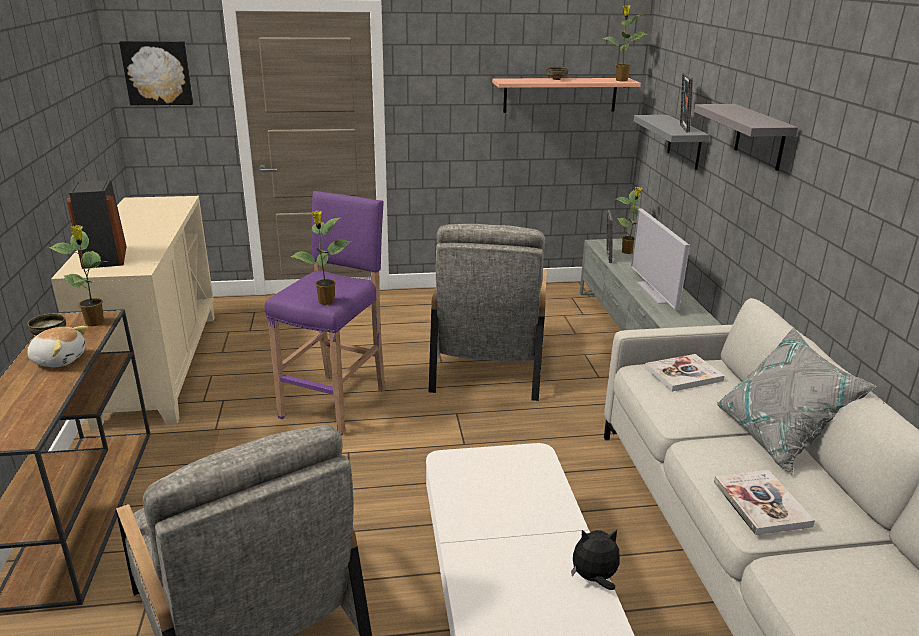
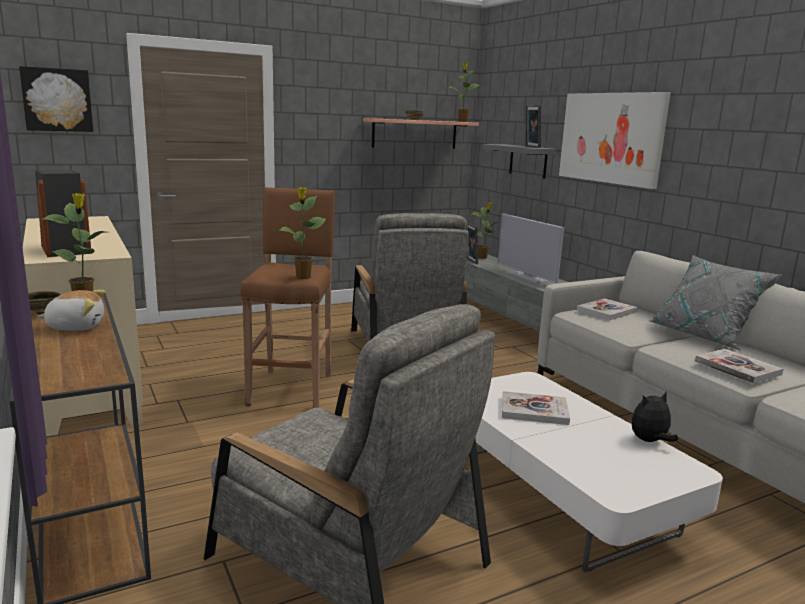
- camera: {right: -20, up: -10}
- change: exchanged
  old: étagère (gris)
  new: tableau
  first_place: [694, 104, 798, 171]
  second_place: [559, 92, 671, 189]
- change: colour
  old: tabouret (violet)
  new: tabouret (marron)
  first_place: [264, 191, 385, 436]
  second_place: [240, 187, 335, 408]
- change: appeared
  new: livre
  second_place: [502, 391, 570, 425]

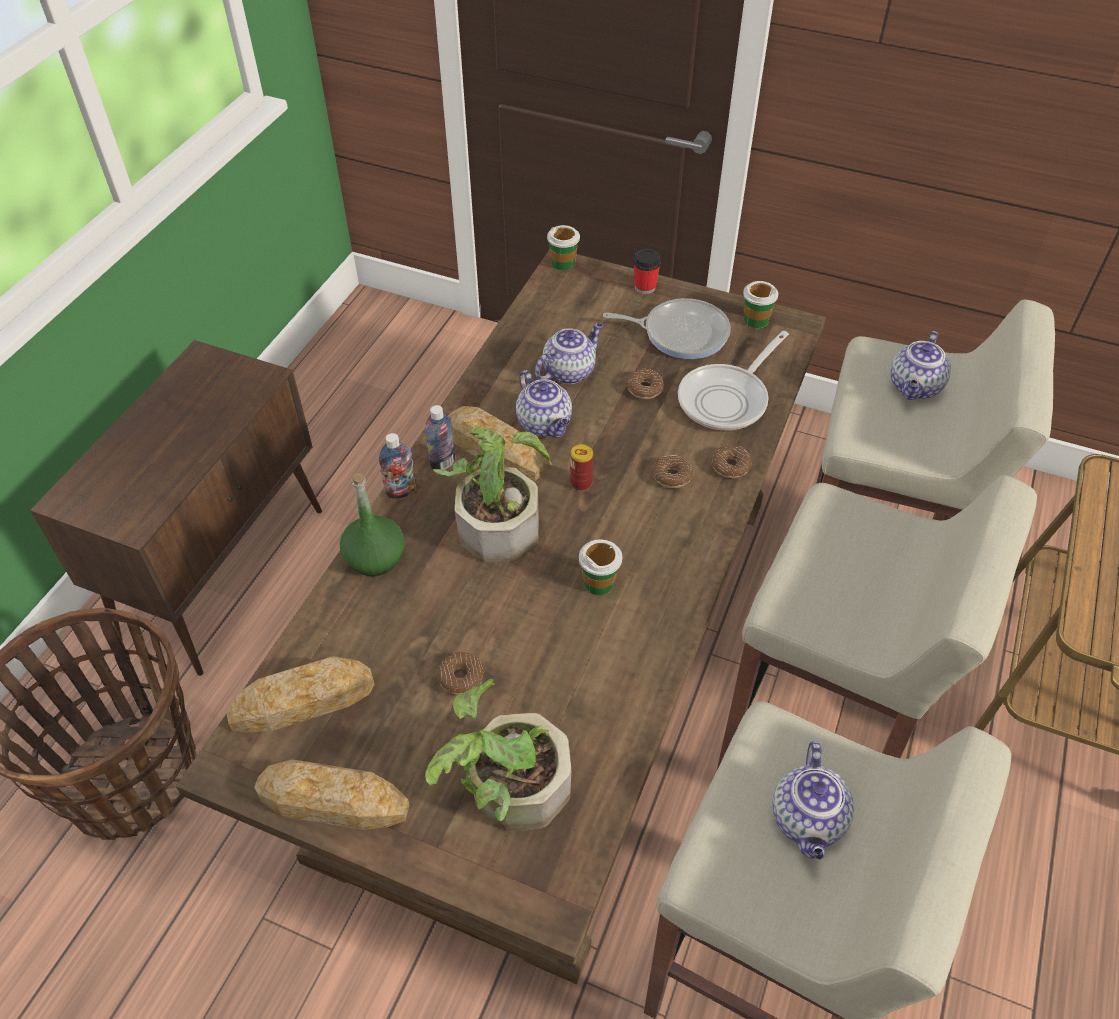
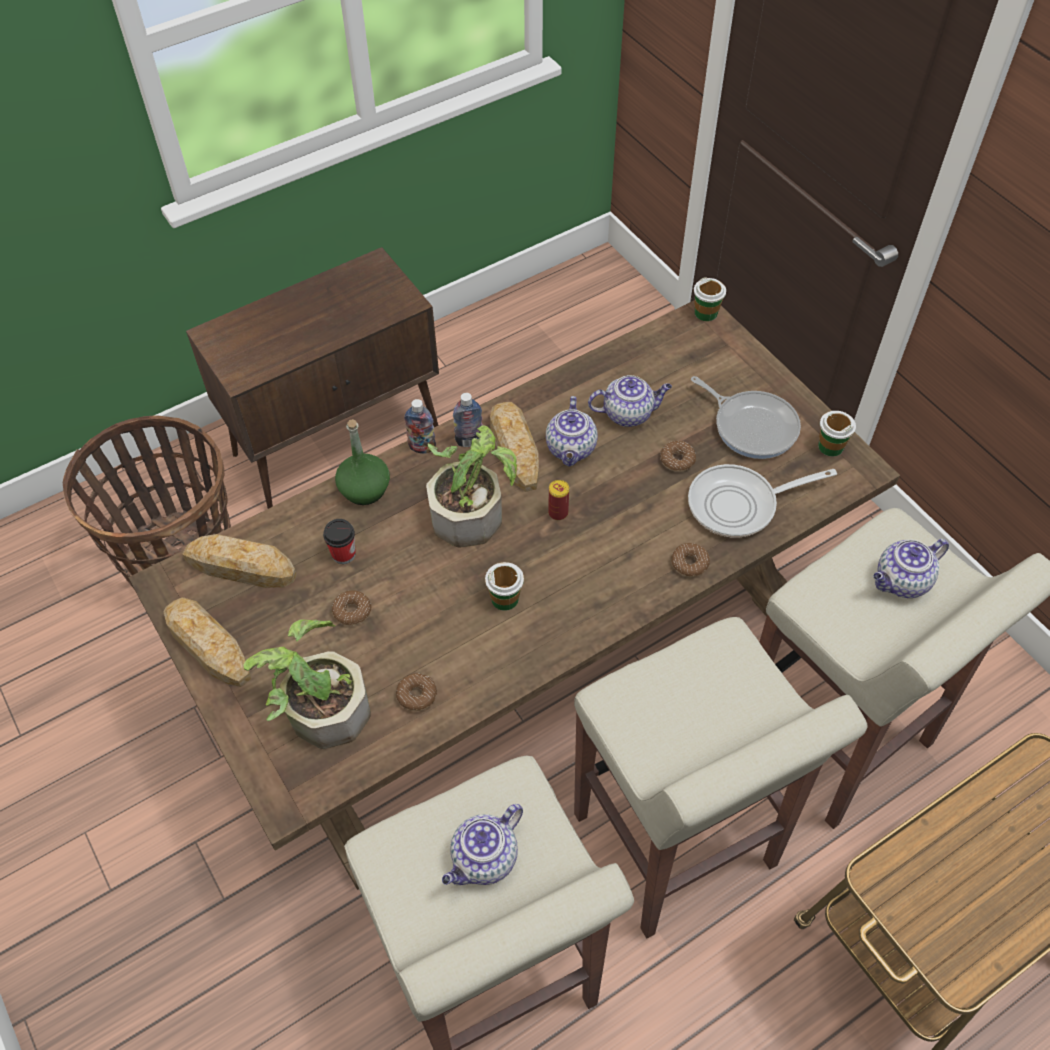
- camera: {right: 35, up: 5}
- change: relocated
  old: tasse
  first_place: [633, 248, 661, 294]
  second_place: [323, 519, 356, 564]
- change: relocated
  old: beignet
  first_place: [652, 455, 693, 488]
  second_place: [396, 673, 437, 711]

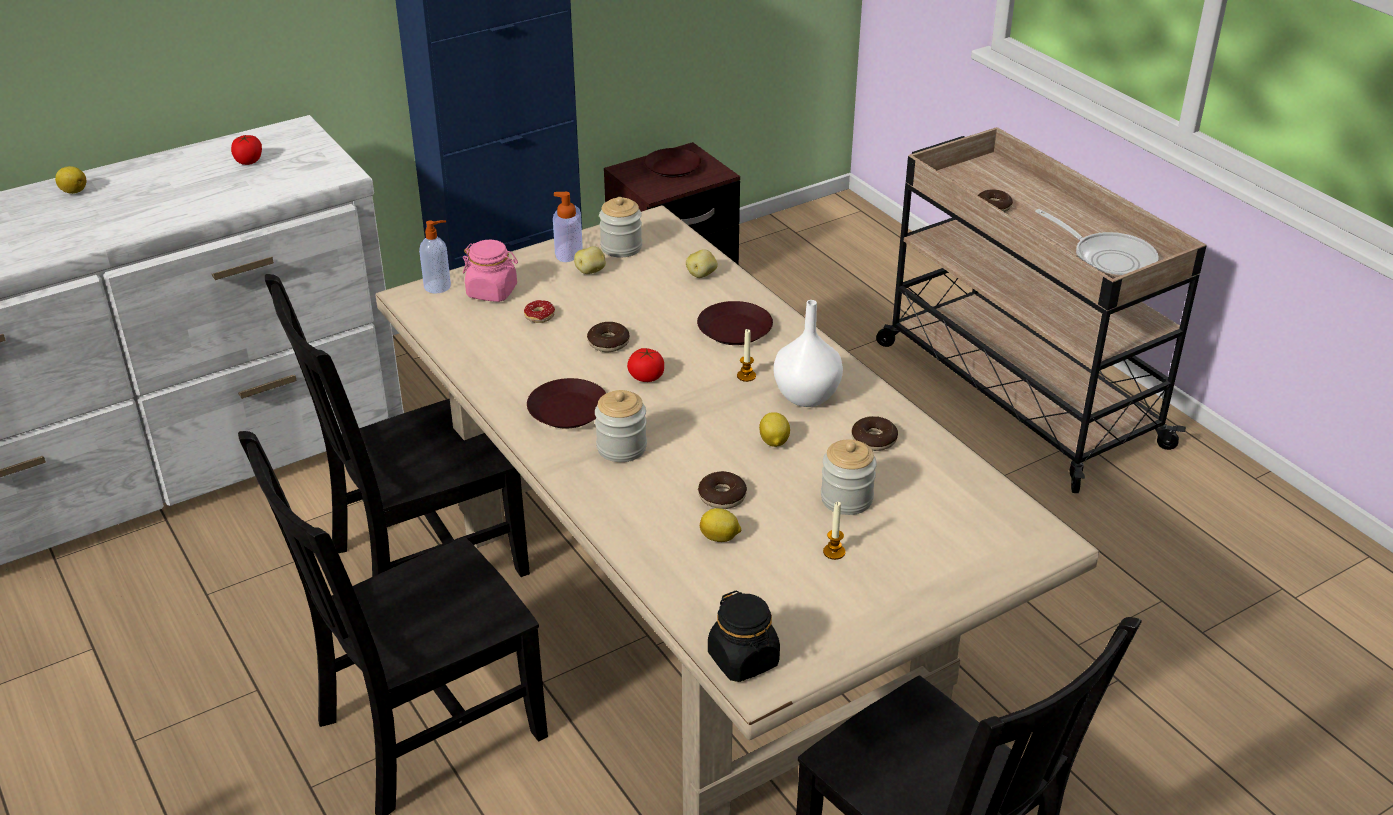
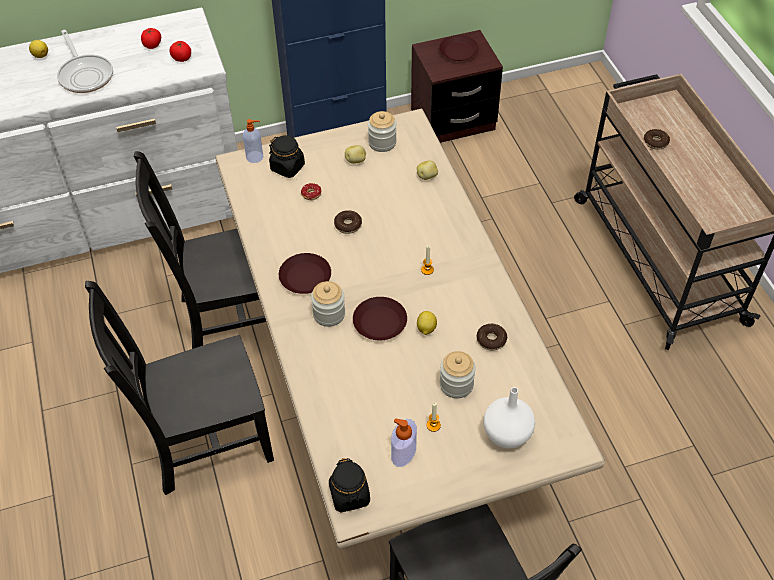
- camera: {right: 15, up: 15}
- change: relocated
  old: distributeur de savon
  first_place: [553, 192, 583, 262]
  second_place: [391, 418, 417, 467]
- change: relocated
  old: poêle
  first_place: [1035, 209, 1159, 279]
  second_place: [57, 30, 113, 93]
- change: colour
  old: bocal (rose)
  new: bocal (noir)
  first_place: [463, 240, 518, 302]
  second_place: [269, 135, 305, 178]
- change: relocated
  old: vase (blanc)
  first_place: [774, 300, 843, 407]
  second_place: [483, 387, 535, 449]
- change: relocated
  old: assiette (marron)
  first_place: [697, 301, 773, 345]
  second_place: [353, 297, 407, 340]
- change: relocated
  old: tomate
  first_place: [627, 348, 664, 382]
  second_place: [169, 41, 191, 62]
- change: missing
  old: beignet
  first_place: [698, 471, 747, 509]
- change: missing
  old: citron
  first_place: [700, 508, 741, 542]

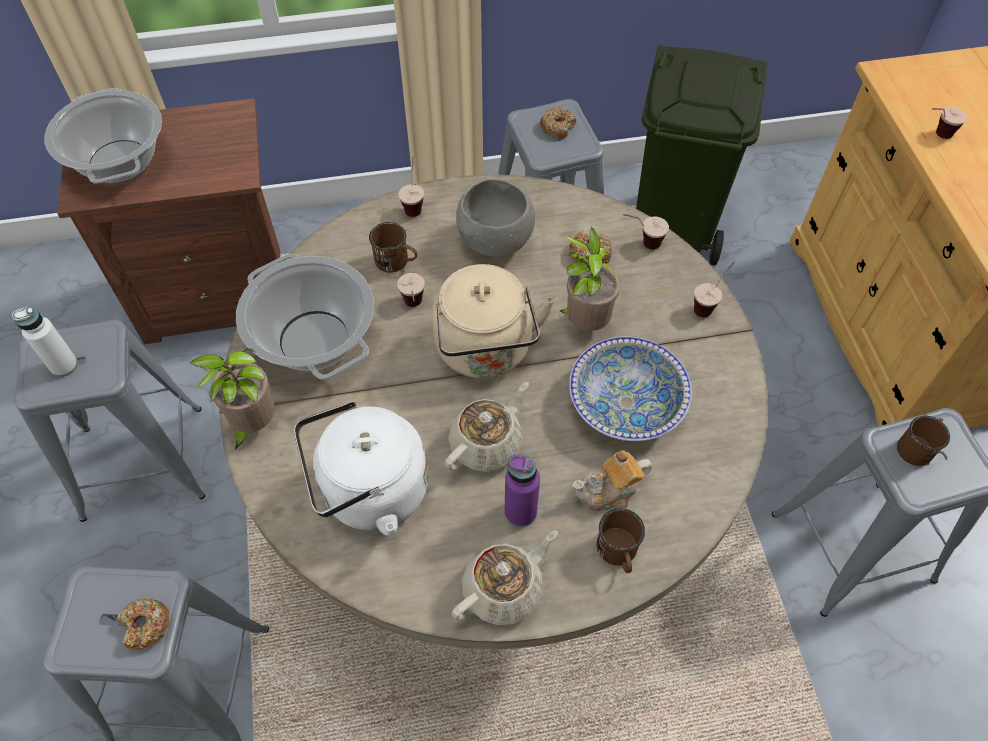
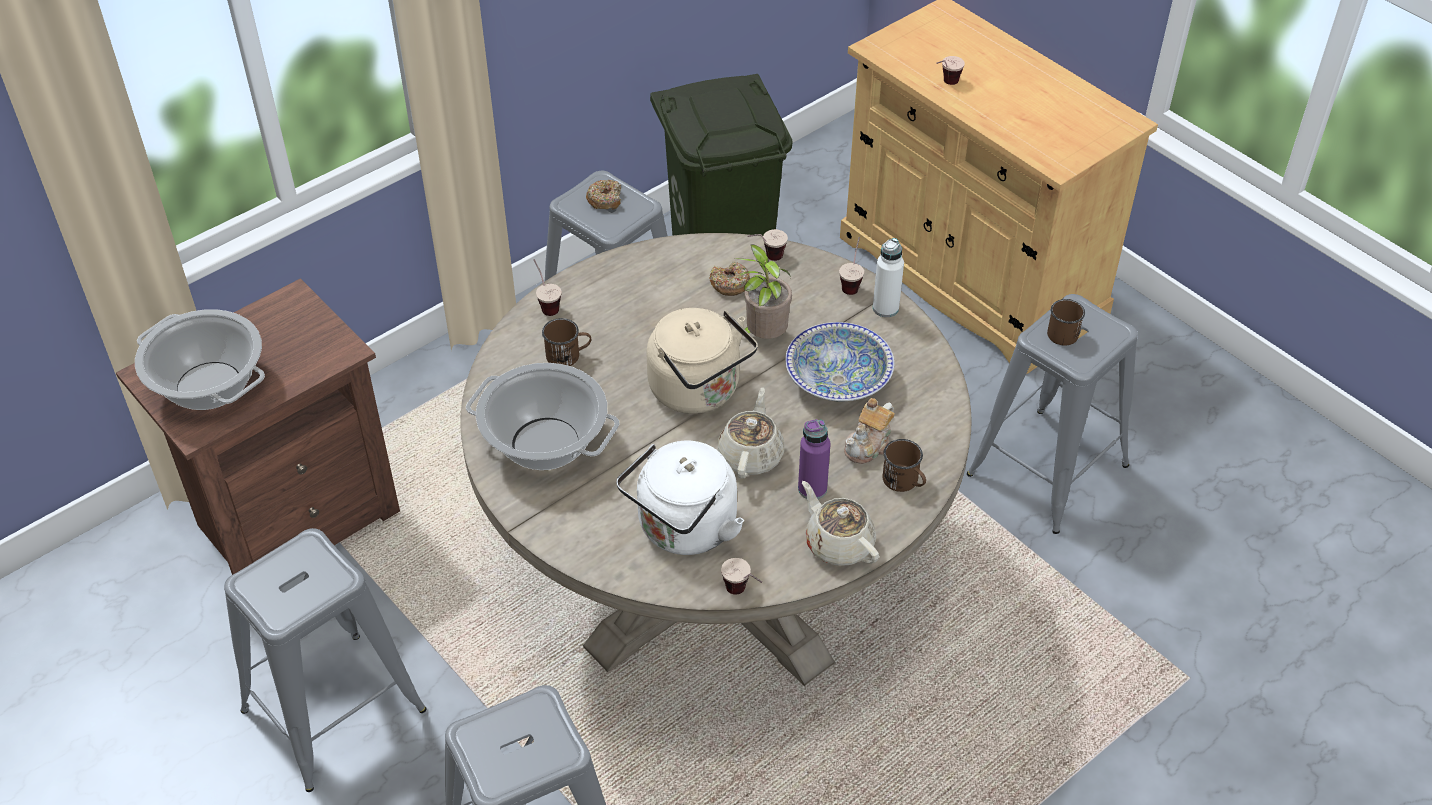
- camera: {right: -30, up: -10}
- change: missing
  old: bol (gris)
  first_place: [456, 179, 535, 257]
- change: relocated
  old: tasse
  first_place: [397, 273, 425, 307]
  second_place: [721, 558, 762, 595]
- change: relocated
  old: bouteille (blanc)
  first_place: [12, 307, 78, 377]
  second_place: [873, 238, 904, 317]
- change: missing
  old: plante en pot
  first_place: [190, 348, 275, 449]
- change: spun
  old: théière (beige)
  first_place: [452, 531, 558, 625]
  second_place: [802, 481, 879, 566]
  degrees: -60
- change: missing
  old: beignet
  first_place: [117, 598, 169, 649]

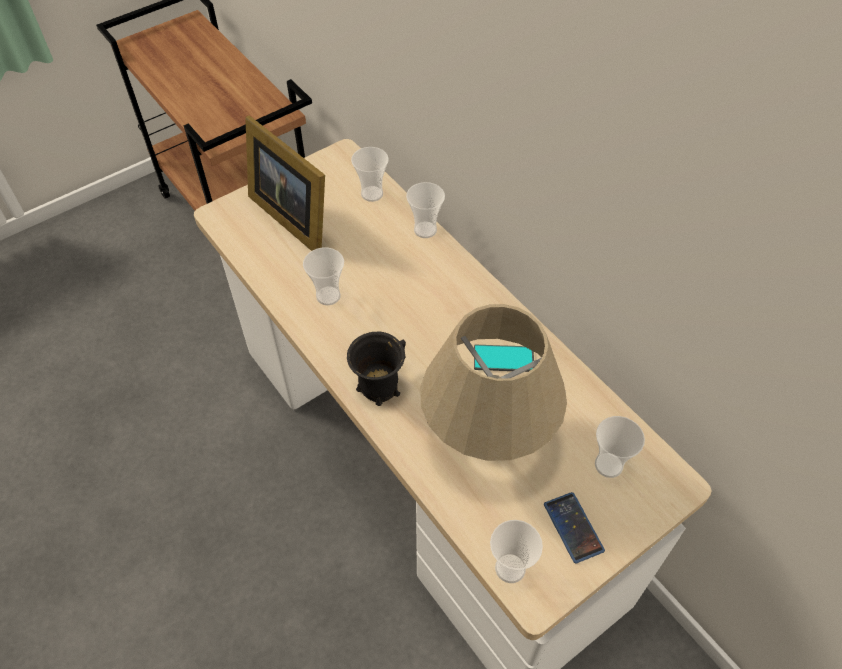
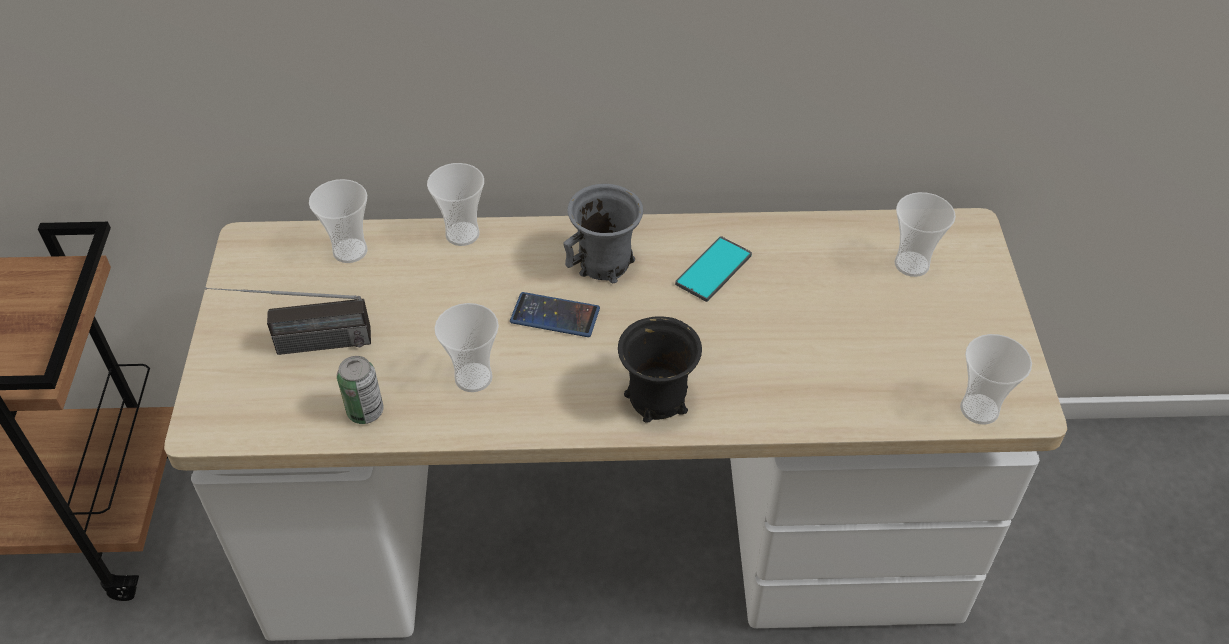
- camera: {right: -55, up: -5}
- change: exchanged
  old: cadre photo
  new: radio
  first_place: [245, 115, 325, 251]
  second_place: [205, 287, 371, 355]
- change: missing
  old: lampe de table (beige)
  first_place: [420, 304, 567, 461]
- change: relocated
  old: téléphone
  first_place: [544, 492, 605, 563]
  second_place: [510, 292, 600, 337]
- change: appeared
  new: mug (gris)
  second_place: [563, 184, 643, 283]
- change: appeared
  new: boîte métallique
  second_place: [337, 356, 384, 424]

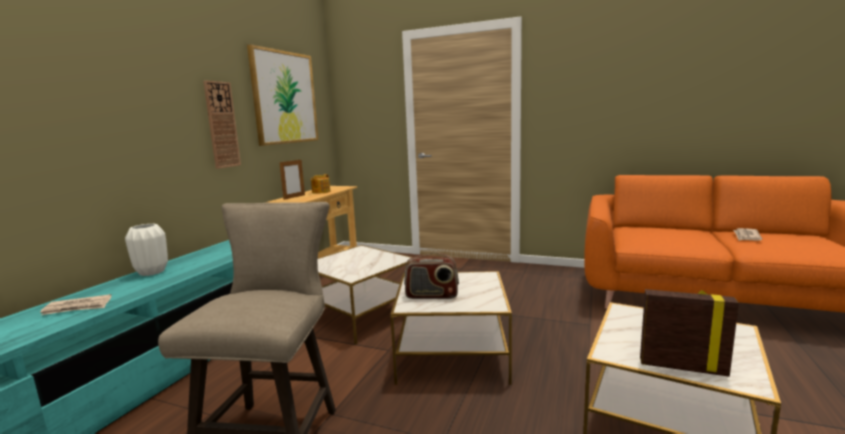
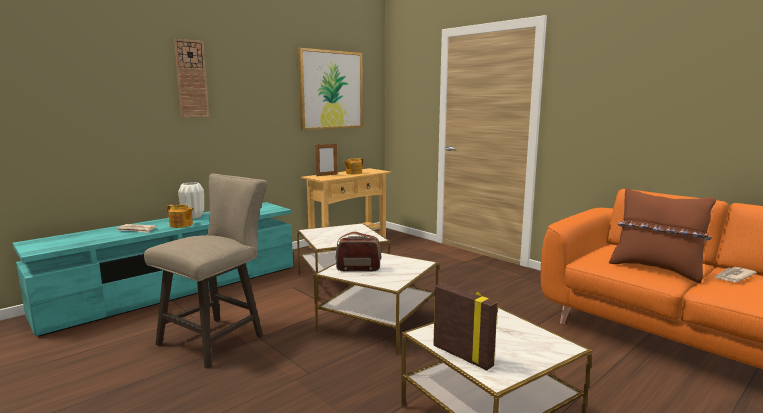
- camera: {right: 25, up: 0}
- change: relocated
  old: horloge murale
  first_place: [203, 80, 241, 169]
  second_place: [174, 39, 209, 117]
- change: spun
  old: radio
  first_place: [404, 252, 459, 299]
  second_place: [335, 231, 381, 272]
  degrees: 150
- change: appeared
  new: coussin (marron)
  second_place: [609, 188, 716, 283]
- change: appeared
  new: théière
  second_place: [167, 204, 194, 228]

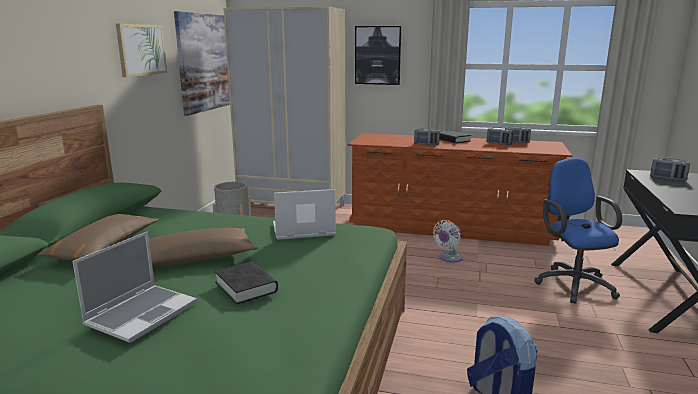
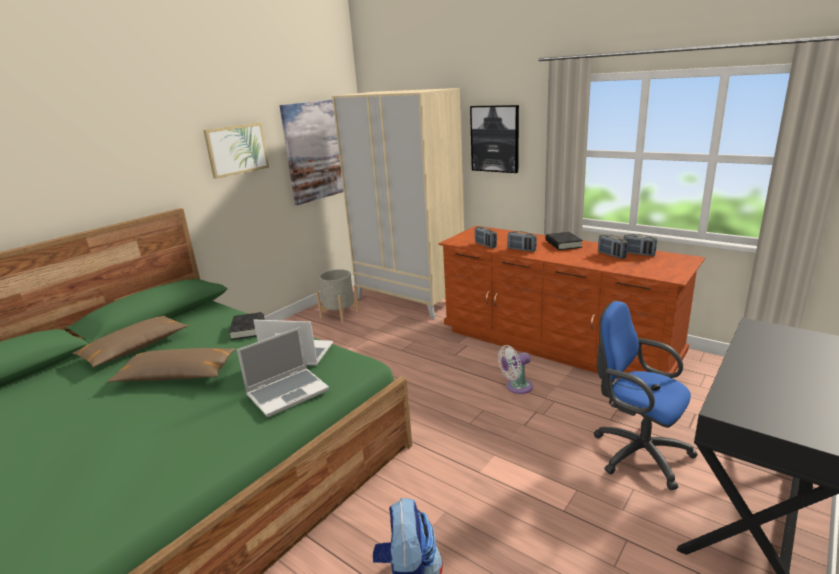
- camera: {right: 25, up: 5}
- change: spun
  old: chaise de bureau (bleu)
  first_place: [534, 158, 622, 304]
  second_place: [593, 301, 698, 490]
  degrees: -60
- change: relocated
  old: radio
  first_place: [650, 158, 690, 181]
  second_place: [475, 227, 497, 248]
- change: relocated
  old: ordinateur portable
  first_place: [72, 231, 197, 343]
  second_place: [237, 327, 329, 417]
- change: relocated
  old: livre (noir)
  first_place: [214, 262, 278, 304]
  second_place: [229, 312, 264, 340]

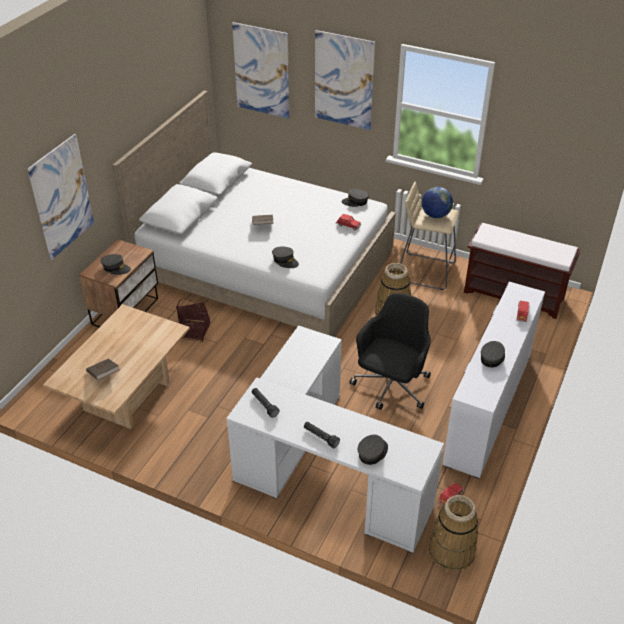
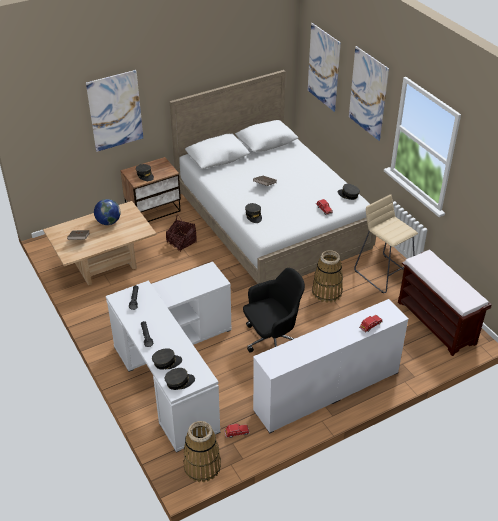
- camera: {right: 35, up: 0}
- change: relocated
  old: globe
  first_place: [422, 187, 453, 218]
  second_place: [94, 199, 121, 225]
- change: relocated
  old: casquette (gris)
  first_place: [481, 341, 505, 367]
  second_place: [165, 368, 195, 390]

